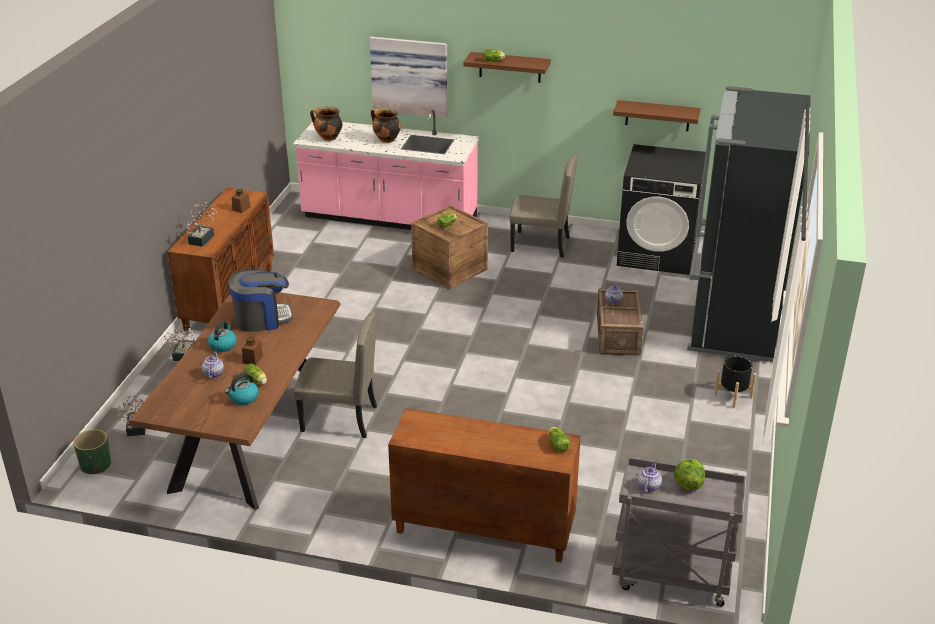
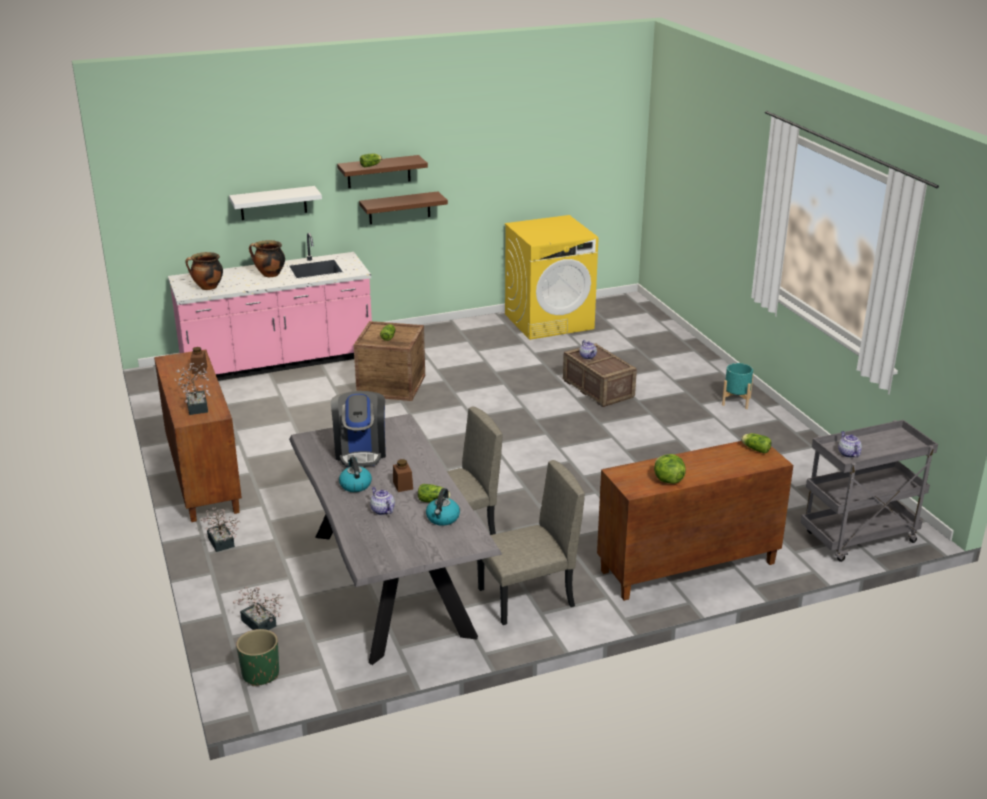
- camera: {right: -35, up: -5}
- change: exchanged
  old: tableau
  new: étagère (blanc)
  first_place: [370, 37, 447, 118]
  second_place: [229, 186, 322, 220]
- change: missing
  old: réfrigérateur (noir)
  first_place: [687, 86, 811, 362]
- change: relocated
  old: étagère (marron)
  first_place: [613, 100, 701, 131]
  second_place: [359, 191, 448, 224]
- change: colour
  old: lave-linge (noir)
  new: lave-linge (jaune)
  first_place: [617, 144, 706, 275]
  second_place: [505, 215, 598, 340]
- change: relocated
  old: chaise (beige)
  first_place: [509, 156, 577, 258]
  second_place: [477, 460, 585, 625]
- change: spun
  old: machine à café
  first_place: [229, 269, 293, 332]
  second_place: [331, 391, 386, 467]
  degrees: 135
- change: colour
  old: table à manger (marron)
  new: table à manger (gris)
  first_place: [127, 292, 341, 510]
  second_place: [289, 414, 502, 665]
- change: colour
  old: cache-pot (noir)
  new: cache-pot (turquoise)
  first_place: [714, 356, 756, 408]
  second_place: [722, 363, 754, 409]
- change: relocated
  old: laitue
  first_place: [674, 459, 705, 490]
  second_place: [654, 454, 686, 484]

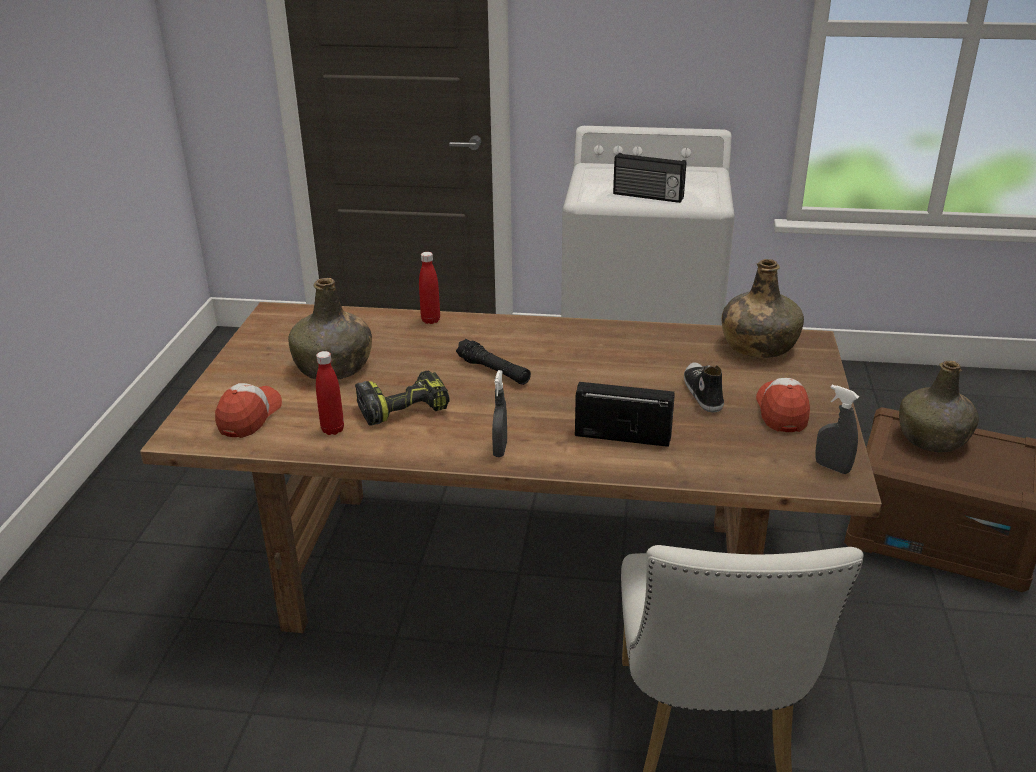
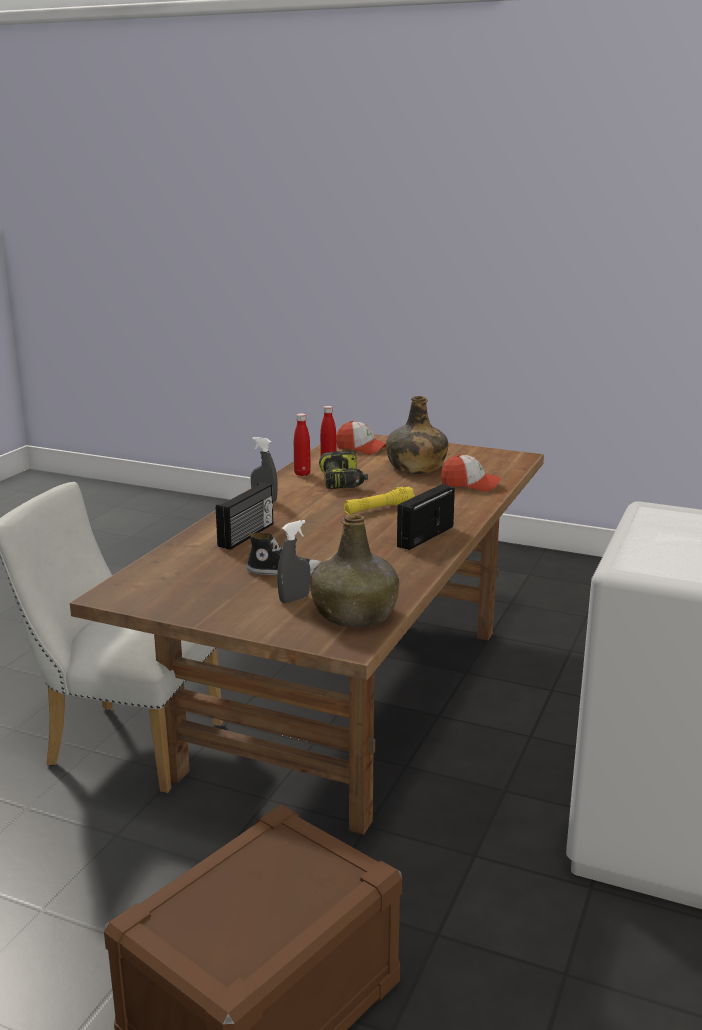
- camera: {right: 105, up: -10}
- change: relocated
  old: radio
  first_place: [613, 153, 686, 203]
  second_place: [397, 484, 455, 550]
- change: relocated
  old: bouteille (rouge)
  first_place: [419, 252, 440, 324]
  second_place: [294, 413, 311, 476]
- change: colour
  old: lampe de poche (noir)
  new: lampe de poche (jaune)
  first_place: [456, 339, 531, 385]
  second_place: [344, 487, 415, 514]
- change: missing
  old: bouteille (vert)
  first_place: [899, 361, 979, 452]
- change: relocated
  old: casquette
  first_place: [756, 378, 810, 432]
  second_place: [441, 455, 501, 492]
- change: relocated
  old: vaporisateur (gris)
  first_place: [815, 385, 859, 474]
  second_place: [277, 520, 310, 603]

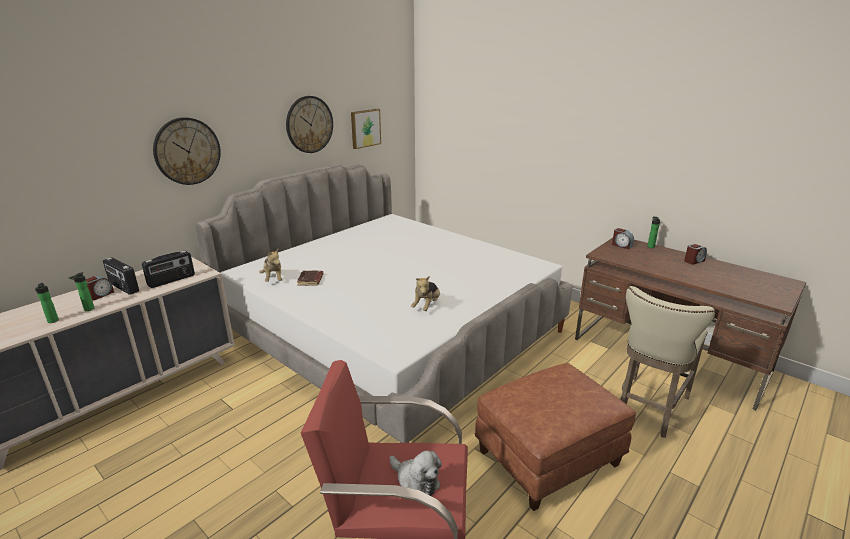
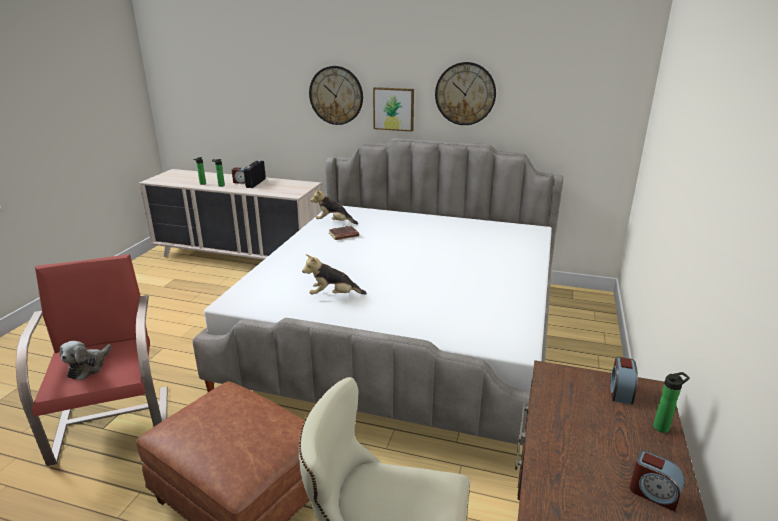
- camera: {right: 65, up: 0}
- change: relocated
  old: tableau
  first_place: [351, 109, 381, 149]
  second_place: [373, 87, 414, 132]
- change: spun
  old: peluche
  first_place: [259, 248, 282, 282]
  second_place: [311, 189, 358, 225]
  degrees: 60
- change: missing
  old: radio
  first_place: [142, 251, 195, 288]

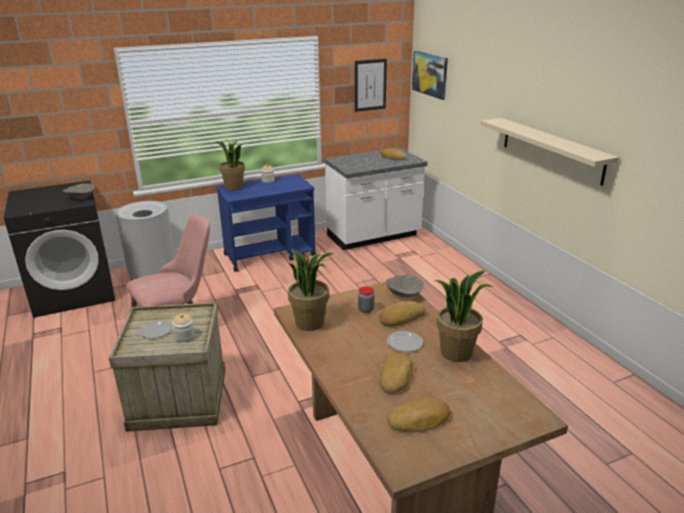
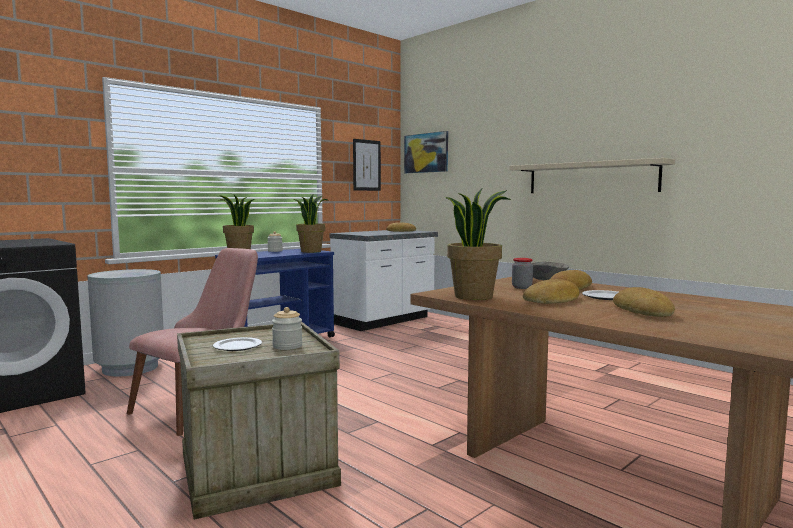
- camera: {right: -20, up: -20}
- change: missing
  old: bol (gris)
  first_place: [63, 183, 95, 199]
- change: relocated
  old: plante en pot
  first_place: [435, 270, 494, 362]
  second_place: [293, 195, 327, 253]
- change: relocated
  old: pain
  first_place: [387, 398, 450, 432]
  second_place: [523, 279, 579, 304]

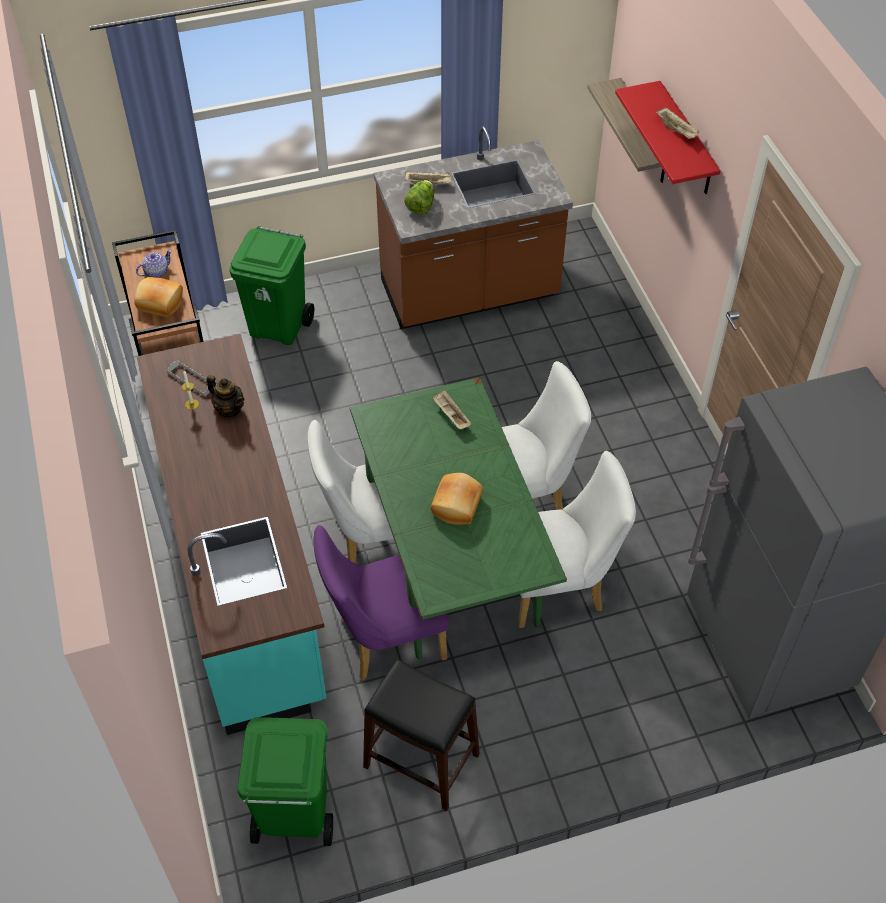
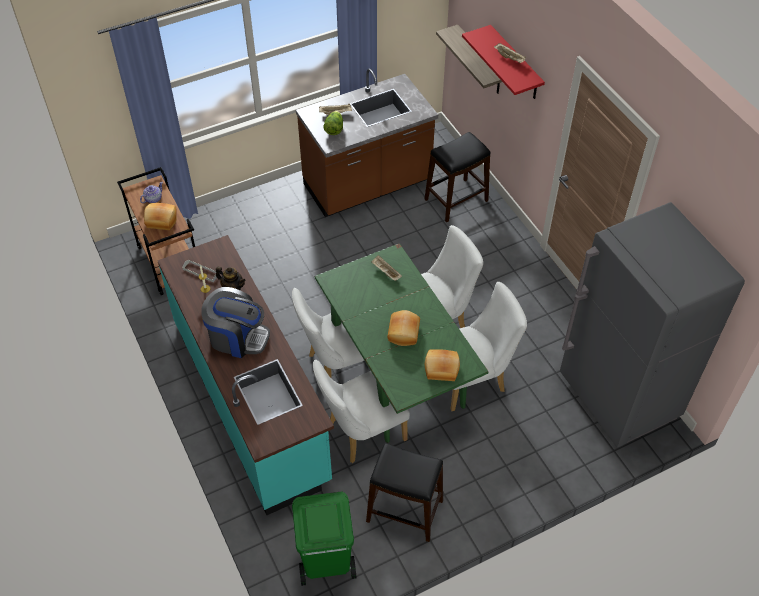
- camera: {right: -10, up: 0}
- change: missing
  old: poubelle (vert)
  first_place: [230, 226, 314, 345]
- change: colour
  old: chaise (violet)
  new: chaise (blanc)
  first_place: [313, 525, 449, 680]
  second_place: [313, 360, 410, 463]
- change: appeared
  new: tabouret (noir)
  second_place: [424, 132, 490, 222]
- change: appeared
  new: machine à café
  second_place: [201, 287, 270, 358]
- change: appeared
  new: pain
  second_place: [425, 350, 460, 381]

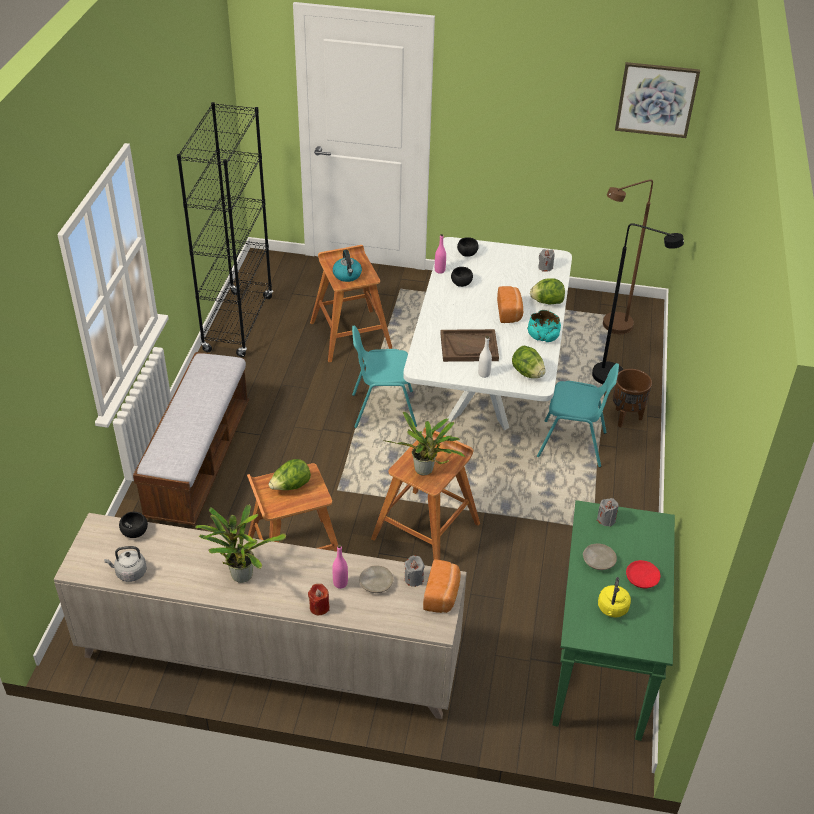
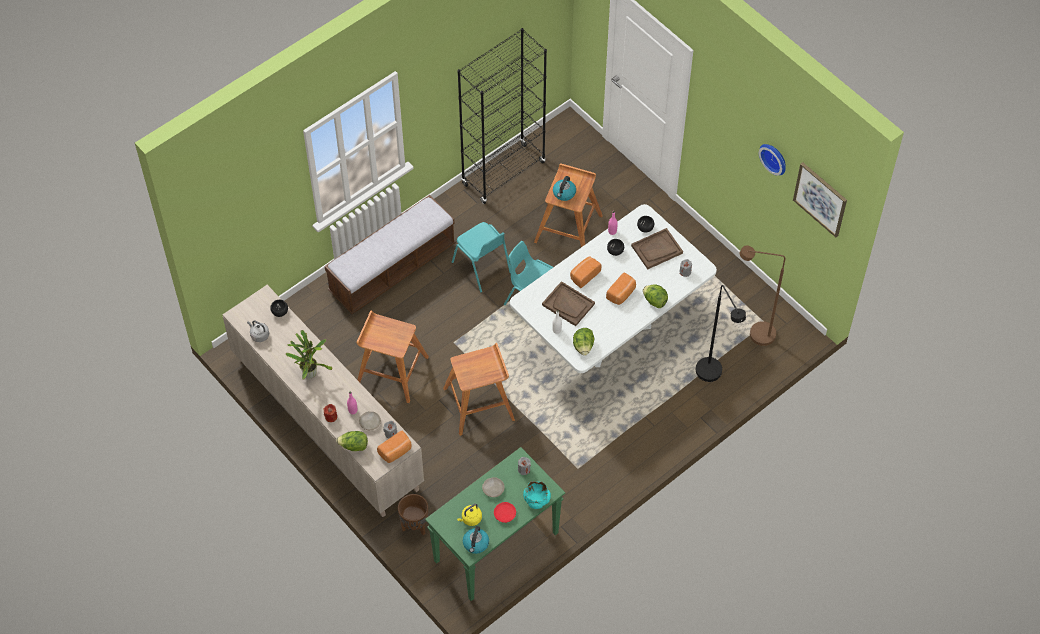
- camera: {right: 40, up: 15}
- change: relocated
  old: bol (turquoise)
  first_place: [527, 310, 561, 342]
  second_place: [523, 481, 551, 509]
- change: relocated
  old: chaise (turquoise)
  first_place: [537, 363, 619, 467]
  second_place: [452, 222, 511, 293]
- change: relocated
  old: cache-pot (marron)
  first_place: [613, 369, 652, 428]
  second_place: [398, 494, 428, 535]
- change: missing
  old: plante en pot
  first_place: [383, 411, 465, 475]
- change: relocated
  old: laitue
  first_place: [269, 459, 311, 490]
  second_place: [336, 431, 368, 451]
- change: appeared
  new: horloge murale
  second_place: [759, 144, 786, 175]
- change: appeared
  new: plateau (marron)
  second_place: [631, 228, 683, 270]
- change: appeared
  new: pain
  second_place: [570, 256, 601, 288]
- change: appeared
  new: bouilloire
  second_place: [463, 526, 489, 554]

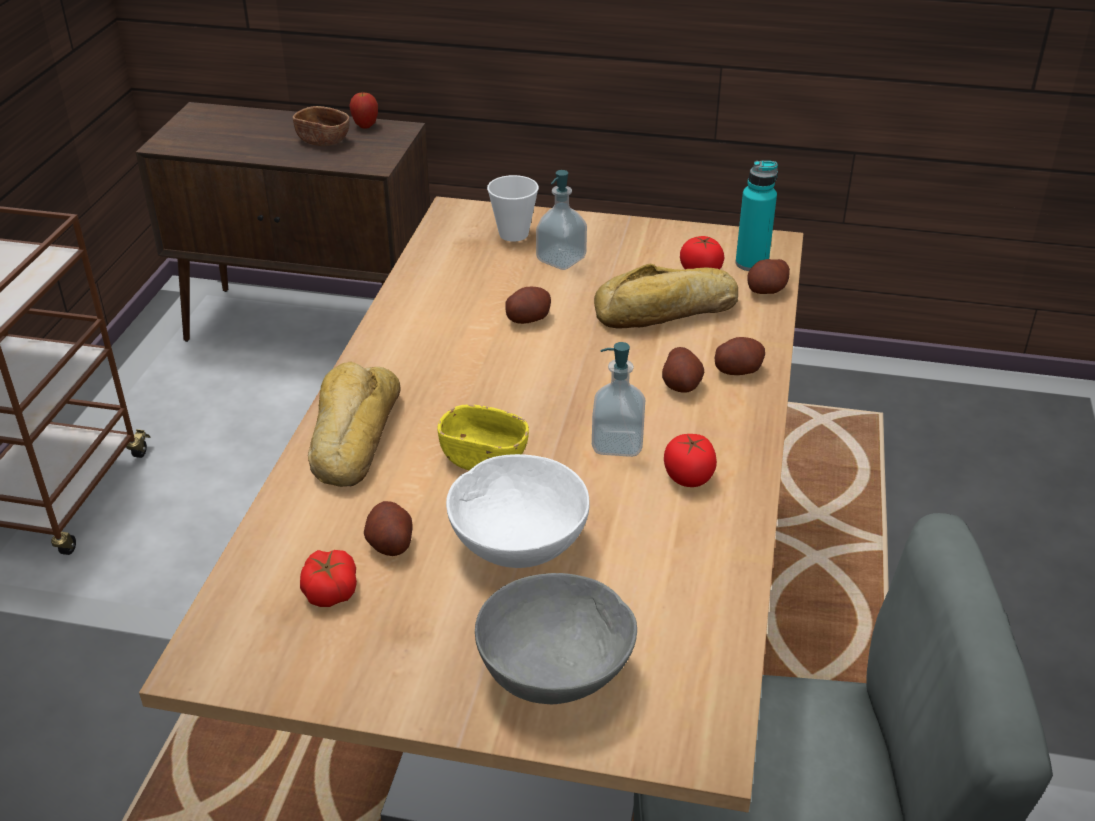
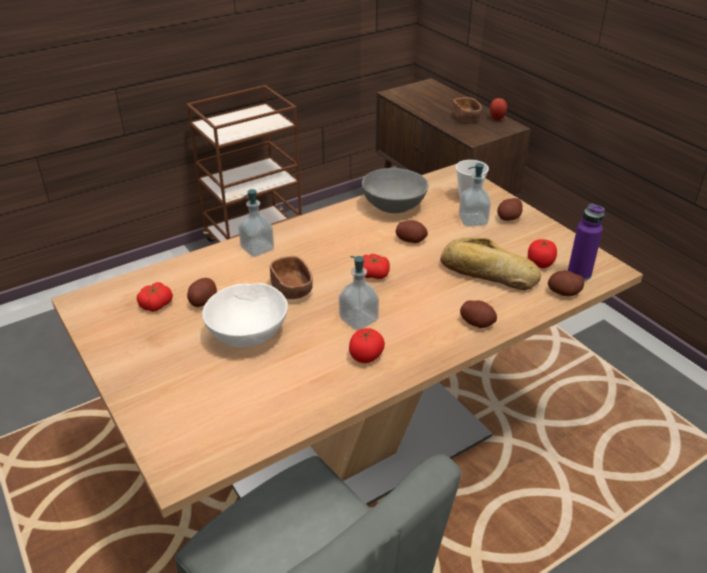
- camera: {right: 45, up: 0}
- change: colour
  old: bouteille (turquoise)
  new: bouteille (violet)
  first_place: [736, 160, 778, 271]
  second_place: [568, 203, 605, 281]
- change: relocated
  old: pomme de terre
  first_place: [662, 347, 704, 393]
  second_place: [497, 198, 522, 221]
- change: exchanged
  old: pain
  new: distributeur de savon
  first_place: [308, 362, 401, 487]
  second_place: [238, 189, 274, 257]
- change: colour
  old: bol (jaune)
  new: bol (marron)
  first_place: [438, 404, 529, 470]
  second_place: [270, 256, 313, 299]
- change: relocated
  old: bol (gris)
  first_place: [475, 573, 637, 704]
  second_place: [362, 168, 429, 213]
- change: appeared
  new: tomate
  second_place: [362, 254, 390, 279]

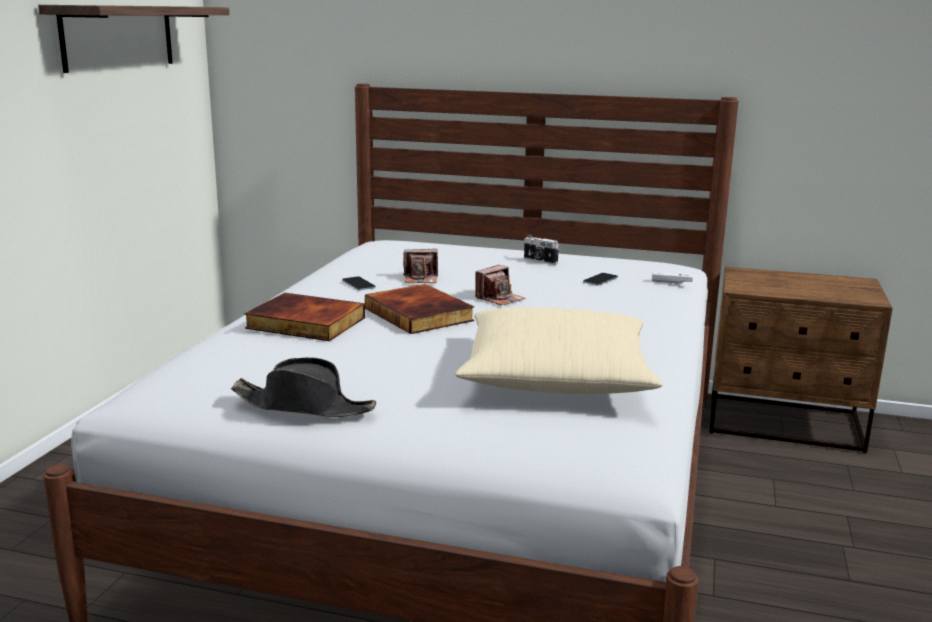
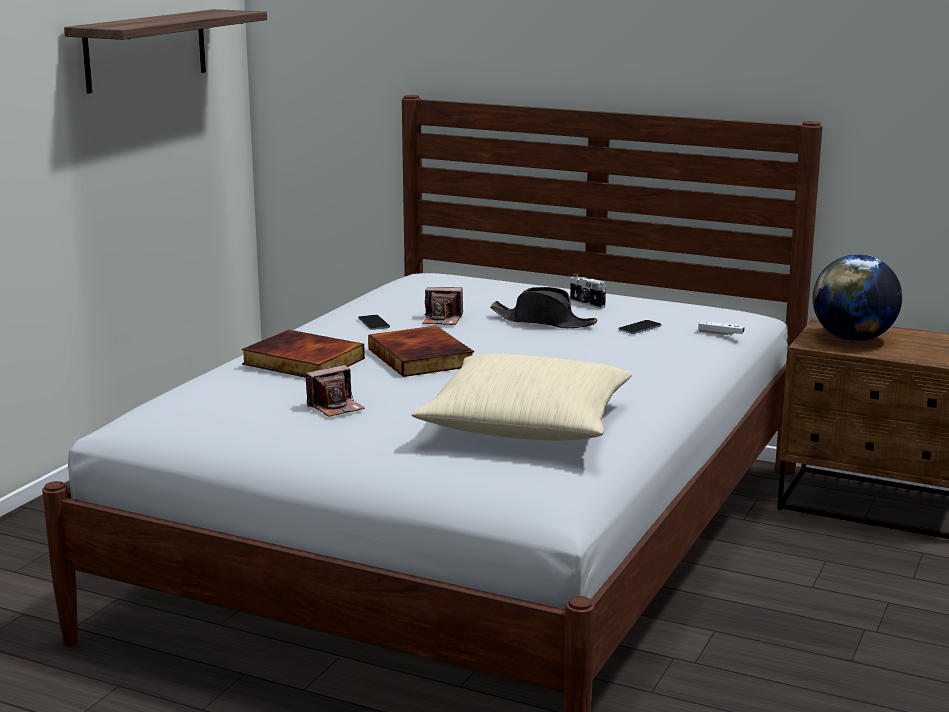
- camera: {right: 10, up: 0}
- change: relocated
  old: appareil photo
  first_place: [475, 265, 525, 306]
  second_place: [305, 364, 365, 417]
- change: relocated
  old: chapeau (noir)
  first_place: [231, 357, 377, 417]
  second_place: [490, 287, 597, 328]
- change: appeared
  new: globe
  second_place: [813, 254, 902, 341]

